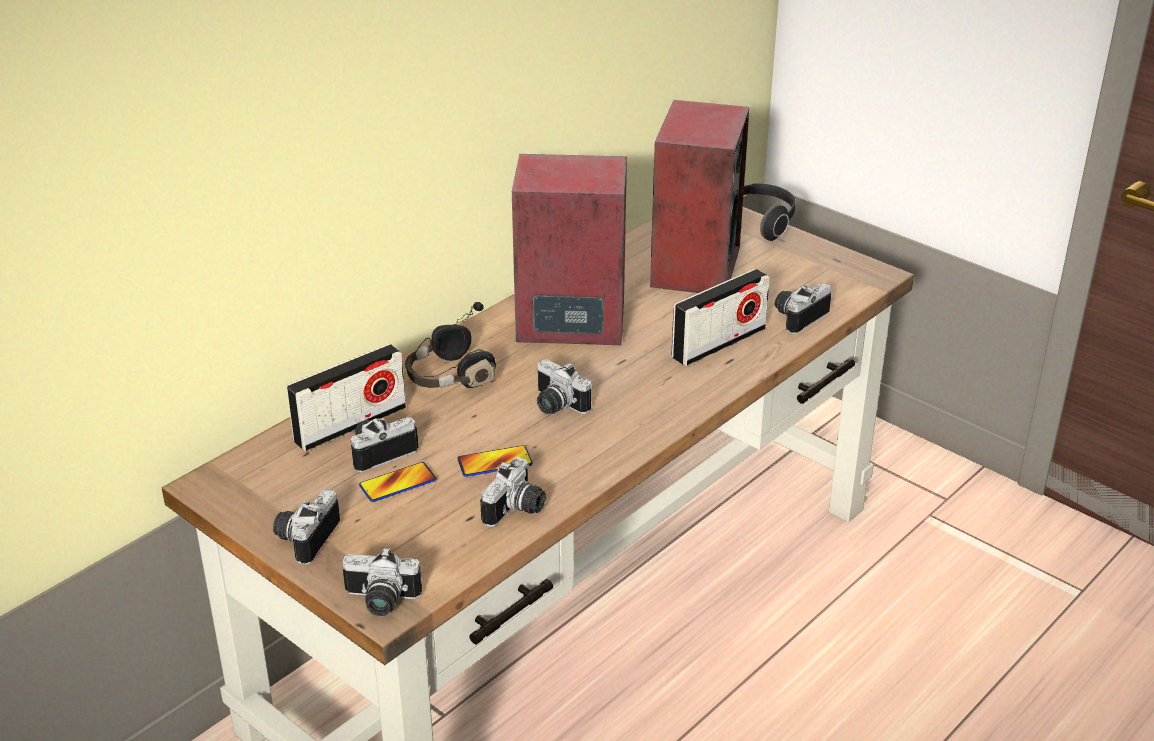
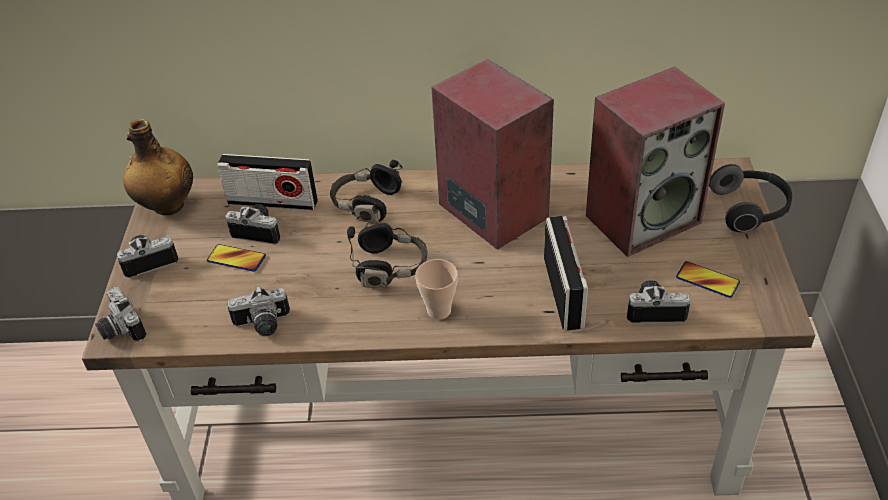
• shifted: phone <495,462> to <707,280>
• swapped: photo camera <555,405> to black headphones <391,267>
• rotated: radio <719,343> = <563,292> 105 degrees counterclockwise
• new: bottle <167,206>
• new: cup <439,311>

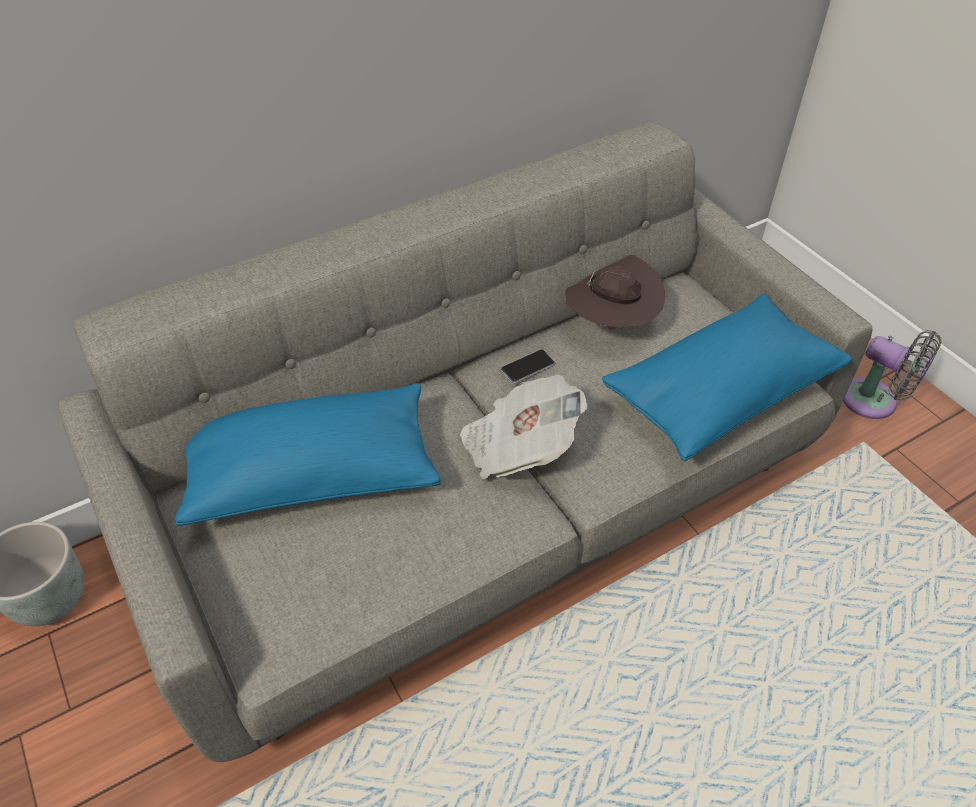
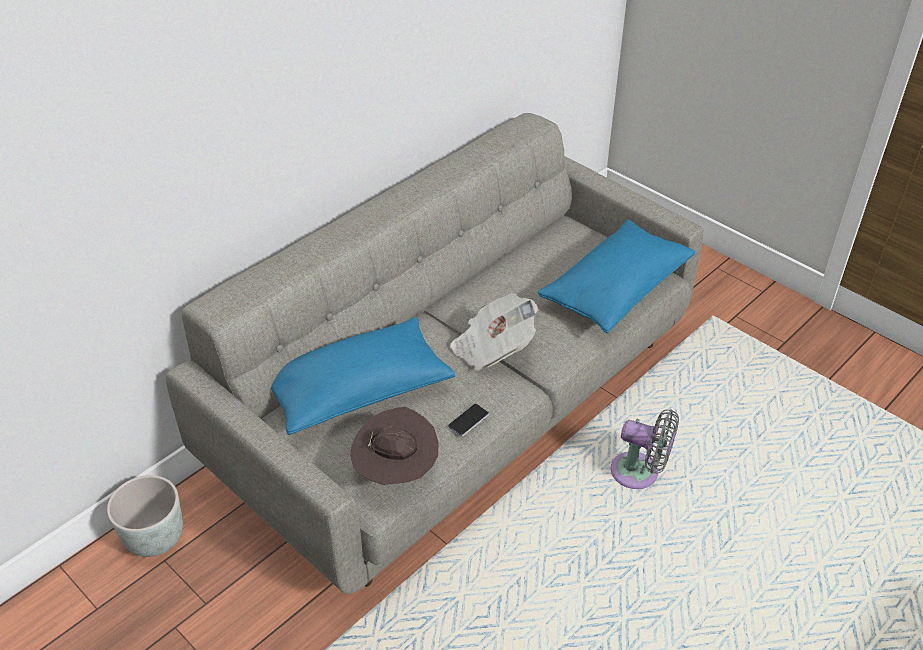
• shifted: phone <528,367> to <468,420>
• shifted: brown hat <611,324> to <396,471>
• shifted: grey fan <874,402> to <639,473>

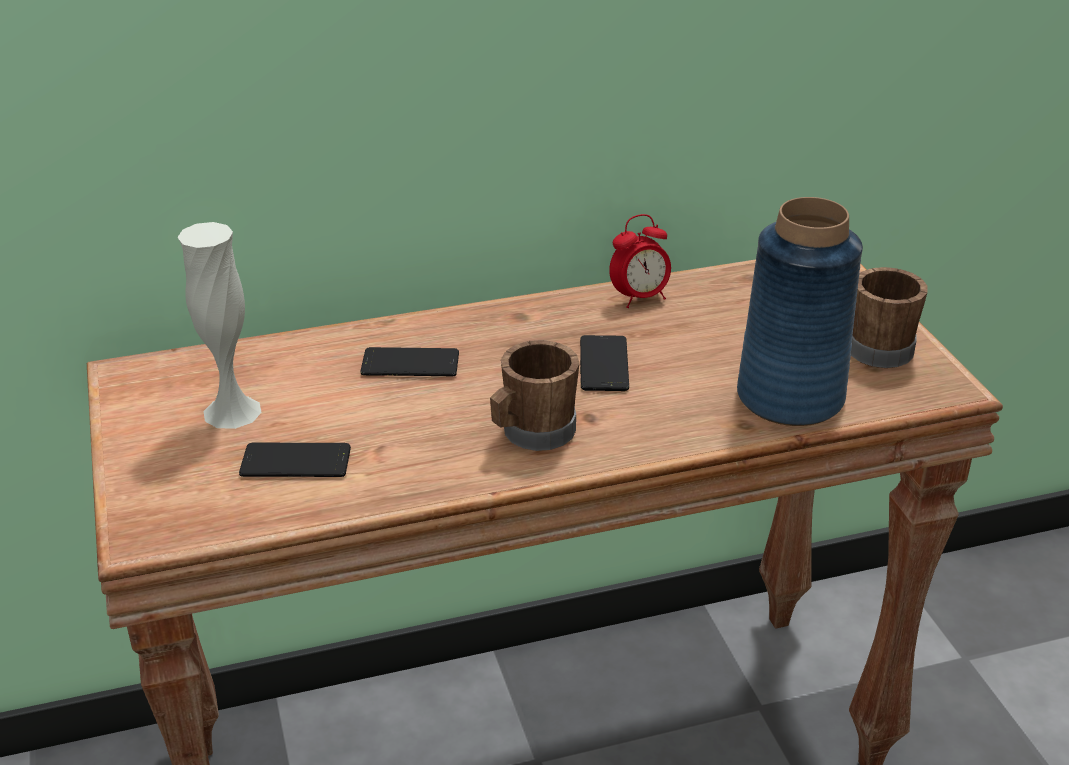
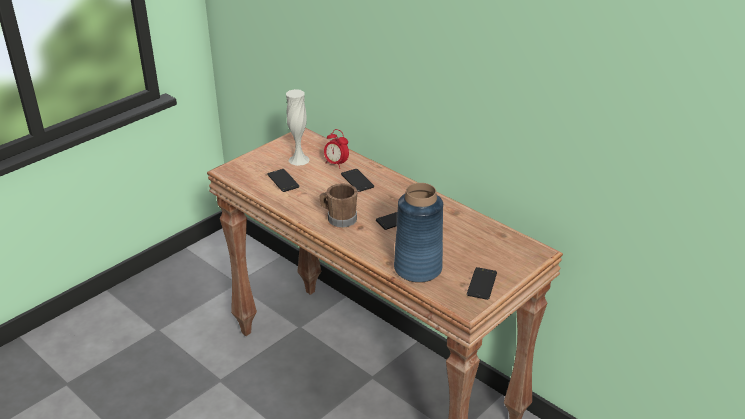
• shifted: alarm clock <639,298> to <336,164>
• swapped: brown mug <884,347> to phone <482,284>

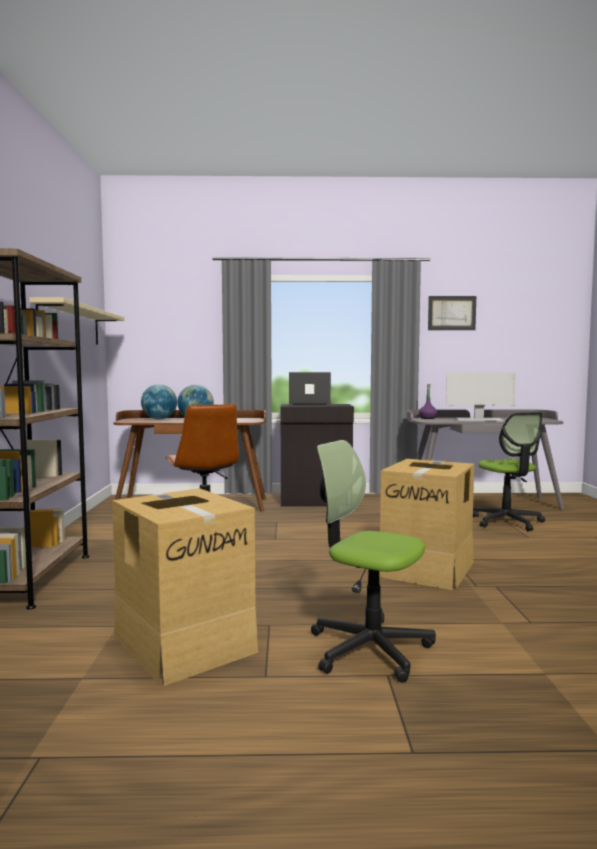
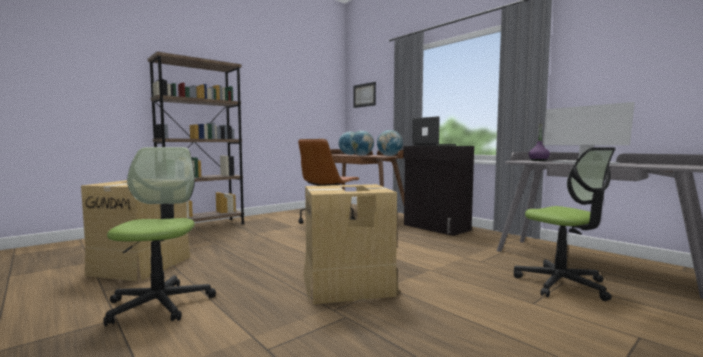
• gone: beige shelf <70,324>
• shifted: picture <451,313> to <364,95>
• rotated: office chair <507,522> = <562,284> 60 degrees counterclockwise
• new: globe <389,155>

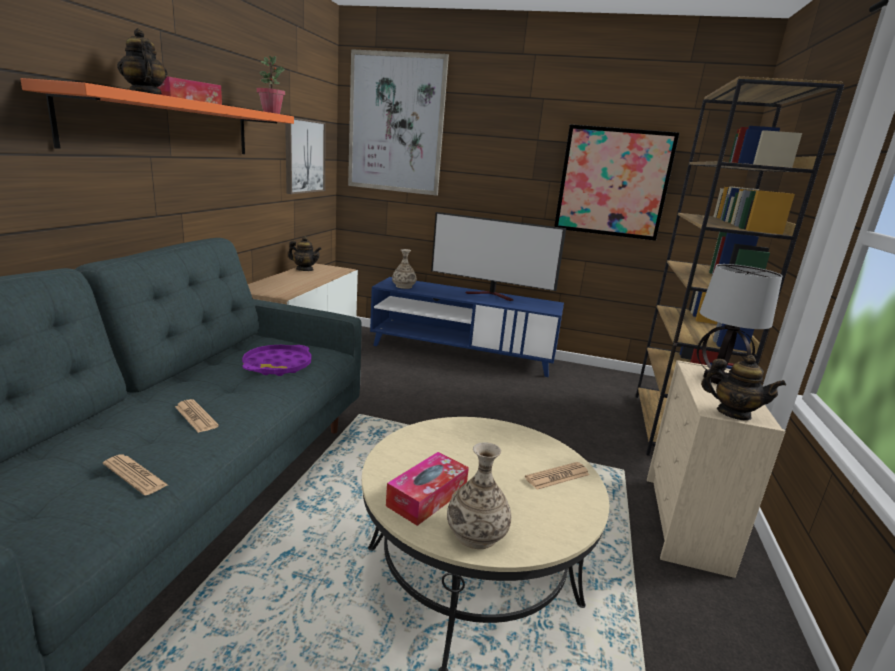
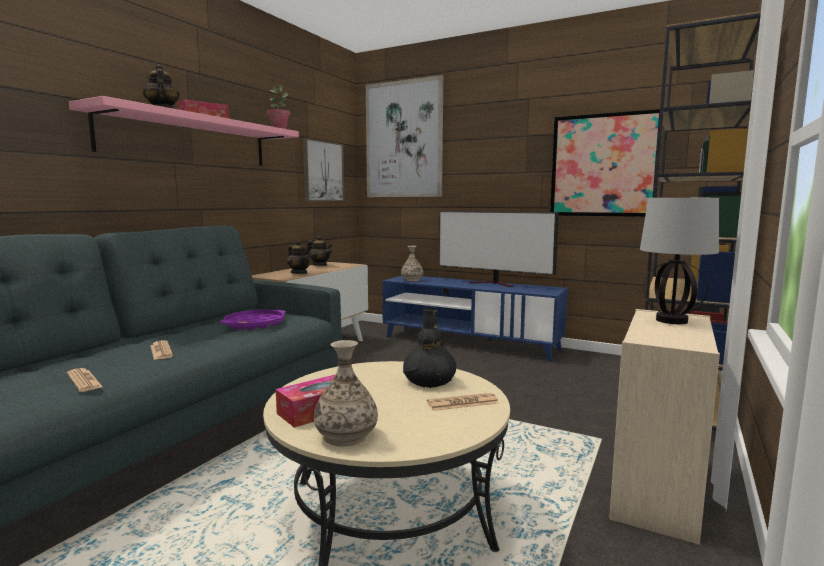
• repainted: orange shelf <167,126> to pink shelf <189,140>
• shifted: teapot <733,413> to <299,273>
• new: black vase <429,380>

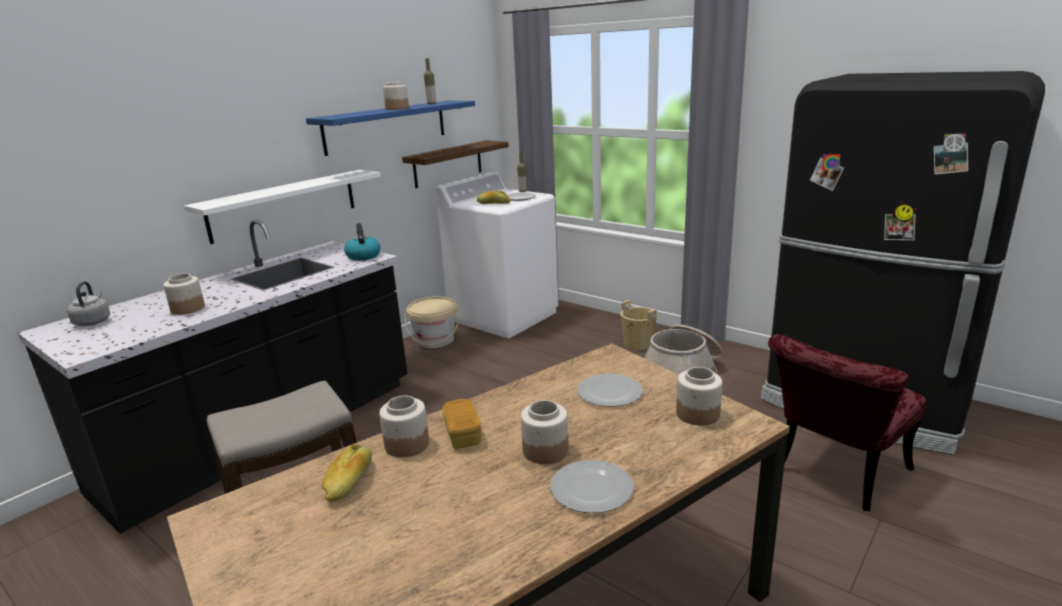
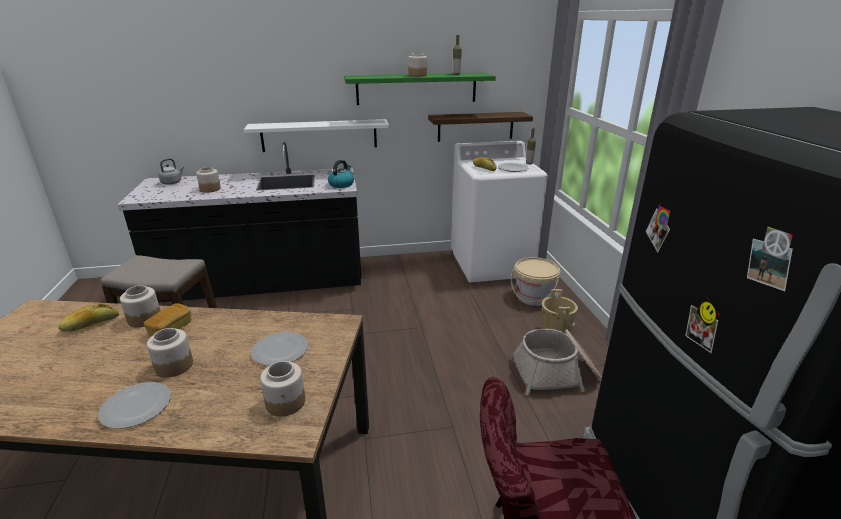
• repainted: blue shelf <386,126> to green shelf <416,88>
• shifted: beige bucket <435,340> to <533,297>

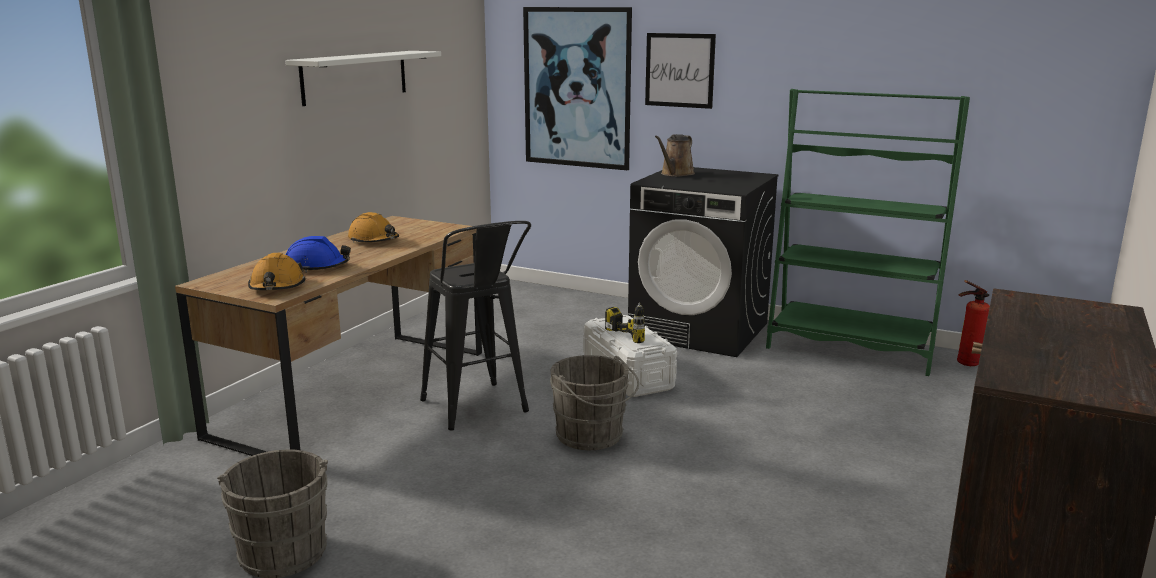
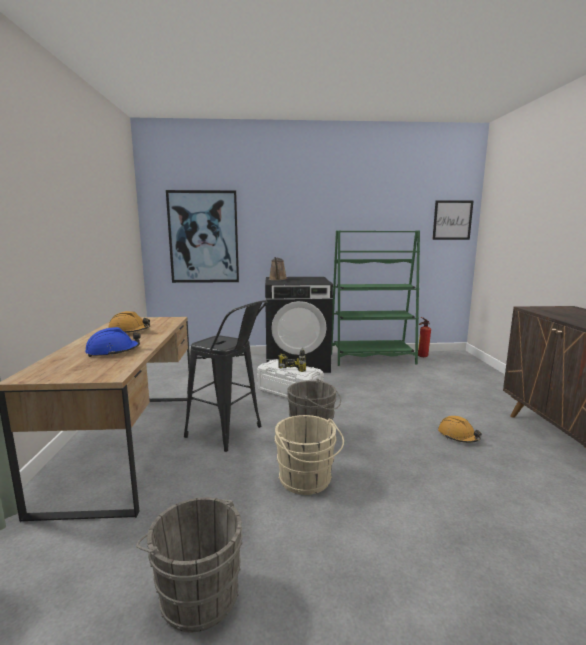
• shifted: orange hard hat <277,287> to <458,436>
• gone: white shelf <355,76>
• shifted: picture <679,70> to <452,220>
• new: beige bucket <306,481>

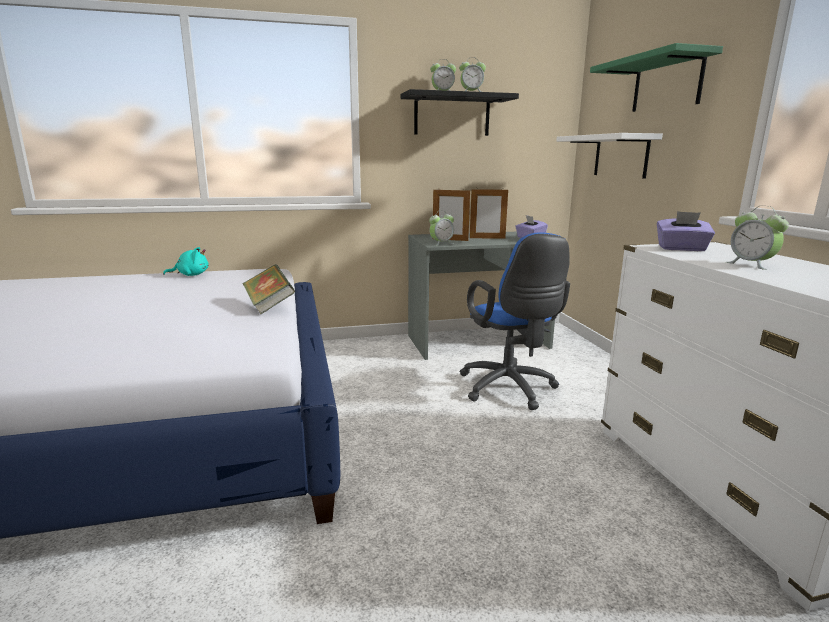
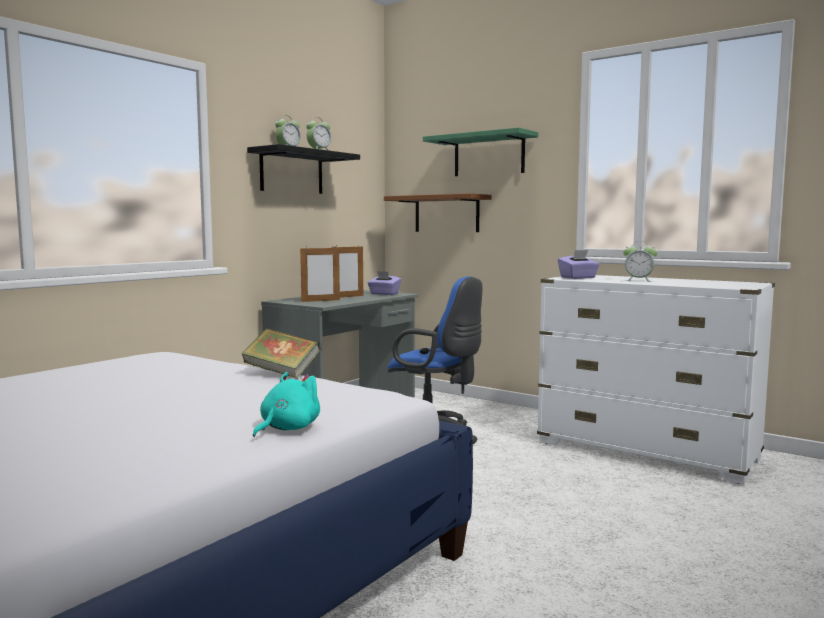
• shifted: turquoise plush toy <191,275> to <287,428>
• gone: alarm clock <441,243>
• repainted: white shelf <621,156> to brown shelf <446,214>

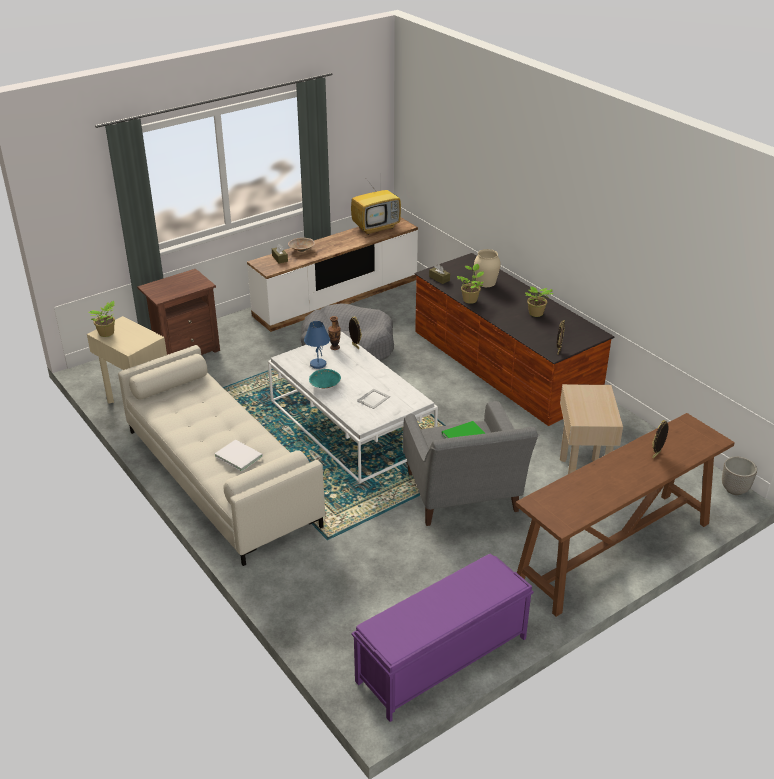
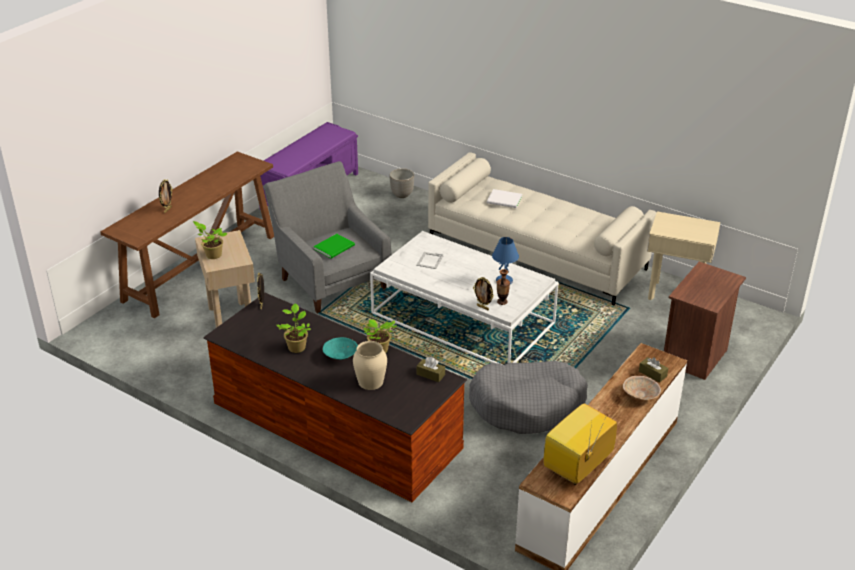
• shifted: potted plant <107,333> to <212,255>
• shifted: turquoise bowl <325,386> to <340,355>
• shifted: planter <734,490> to <402,195>

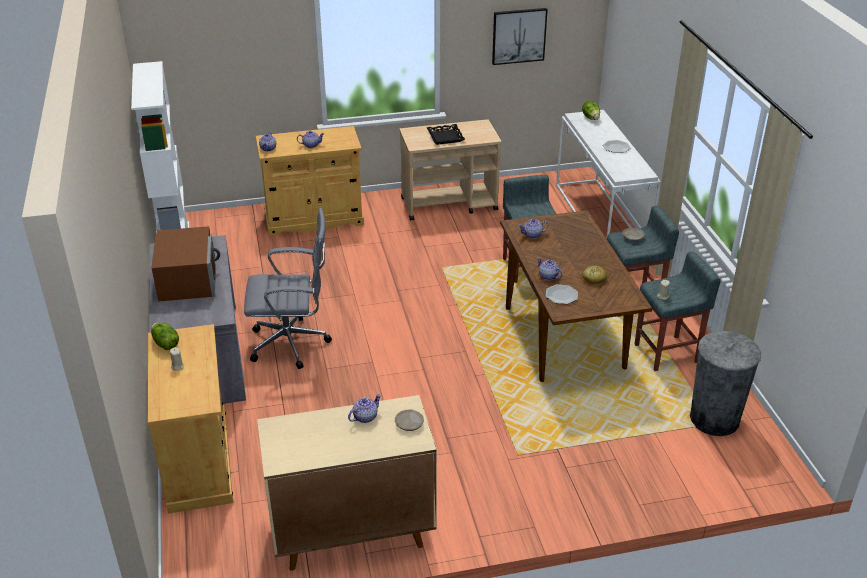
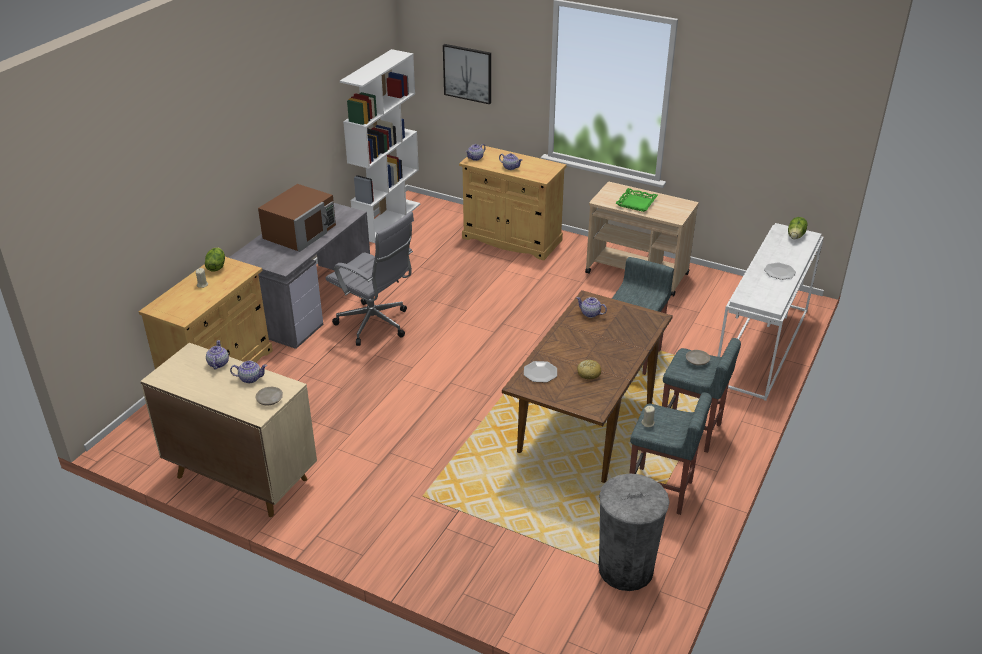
• repainted: black tray <445,137> to green tray <636,203>
• shifted: picture <518,36> to <468,73>
• shifted: teapot <548,276> to <218,364>

